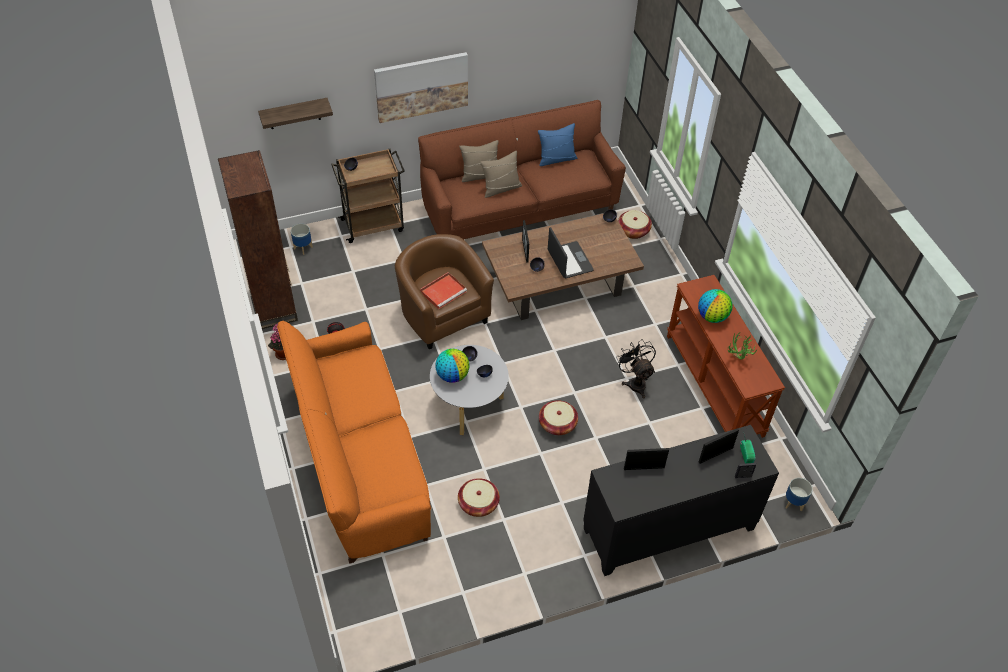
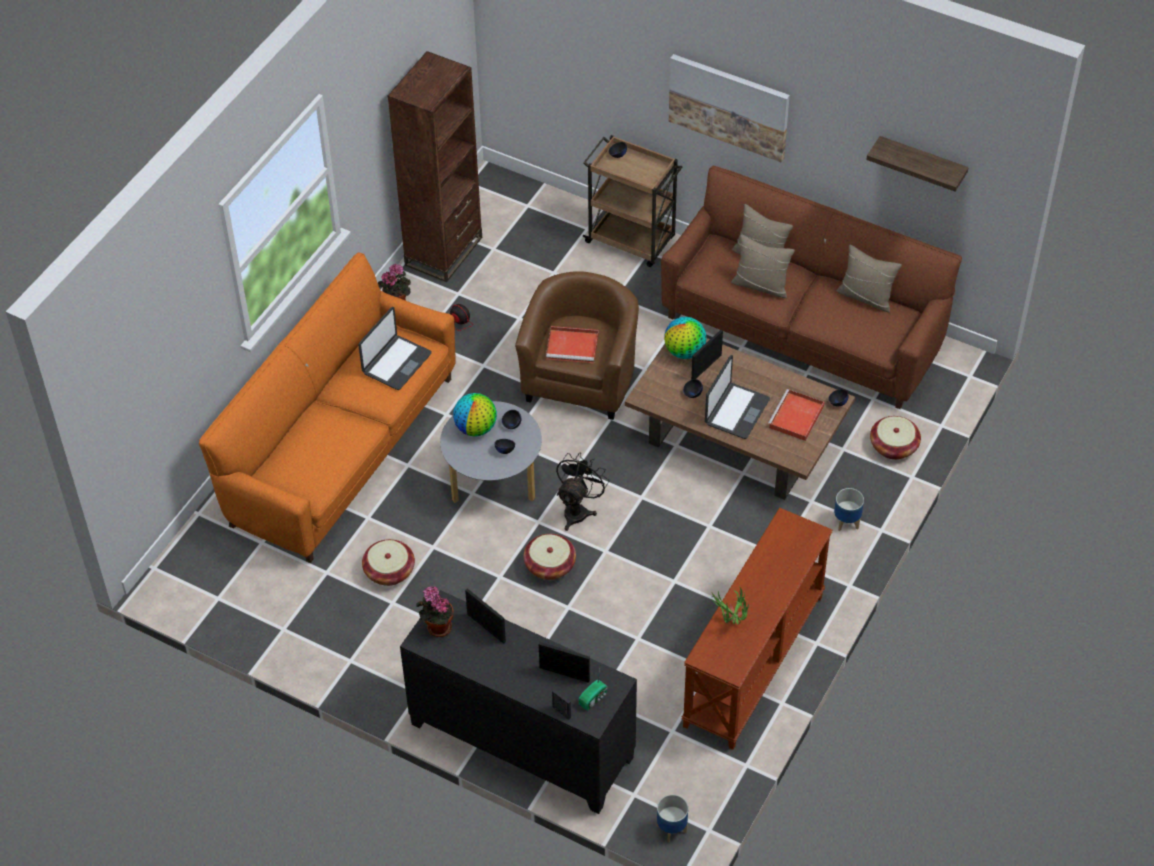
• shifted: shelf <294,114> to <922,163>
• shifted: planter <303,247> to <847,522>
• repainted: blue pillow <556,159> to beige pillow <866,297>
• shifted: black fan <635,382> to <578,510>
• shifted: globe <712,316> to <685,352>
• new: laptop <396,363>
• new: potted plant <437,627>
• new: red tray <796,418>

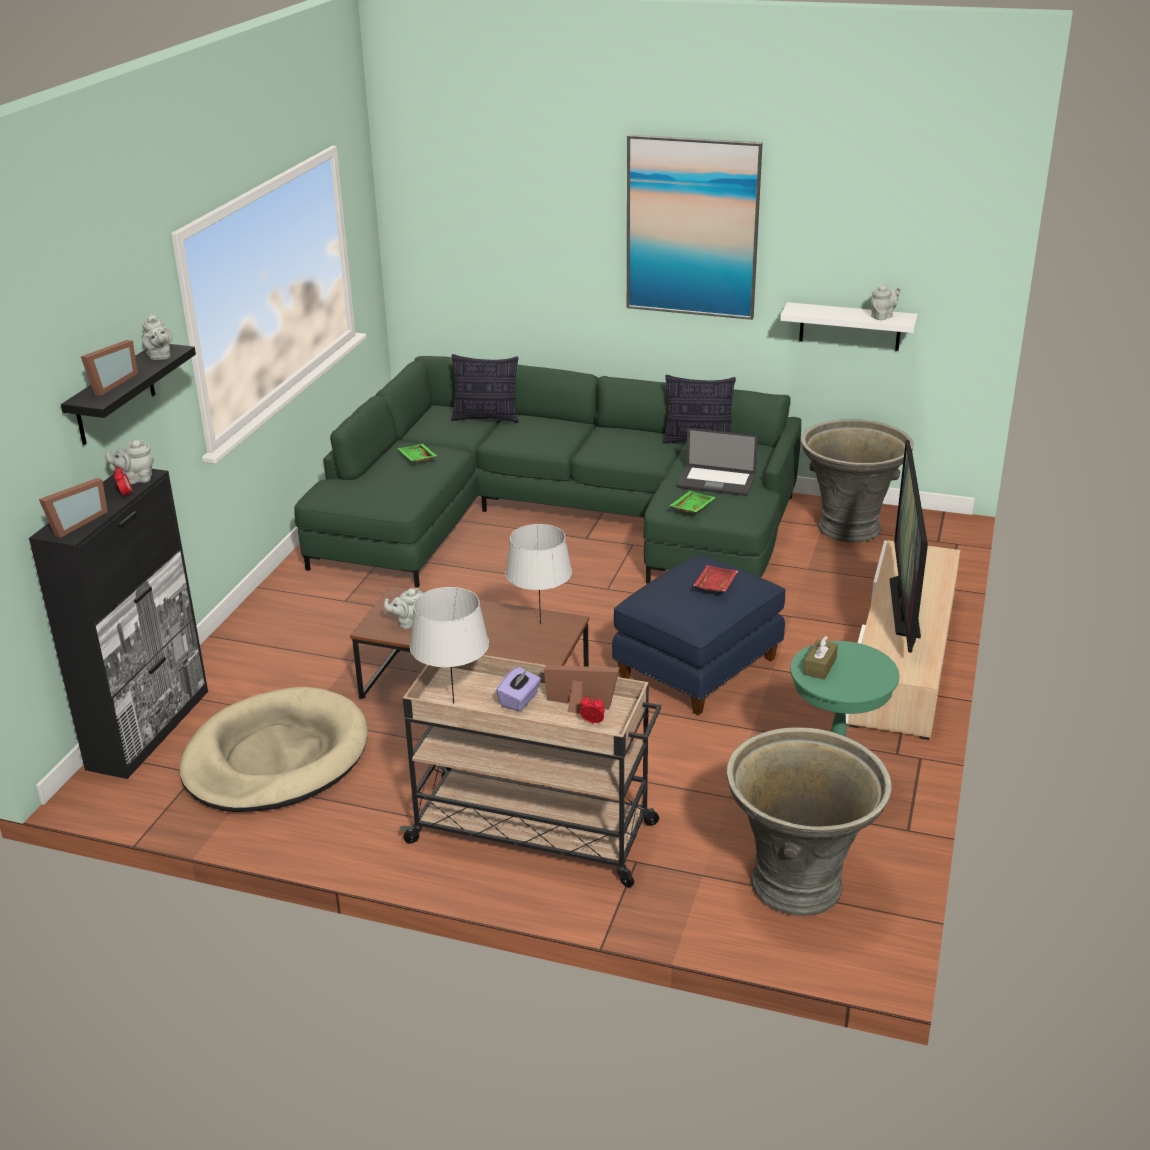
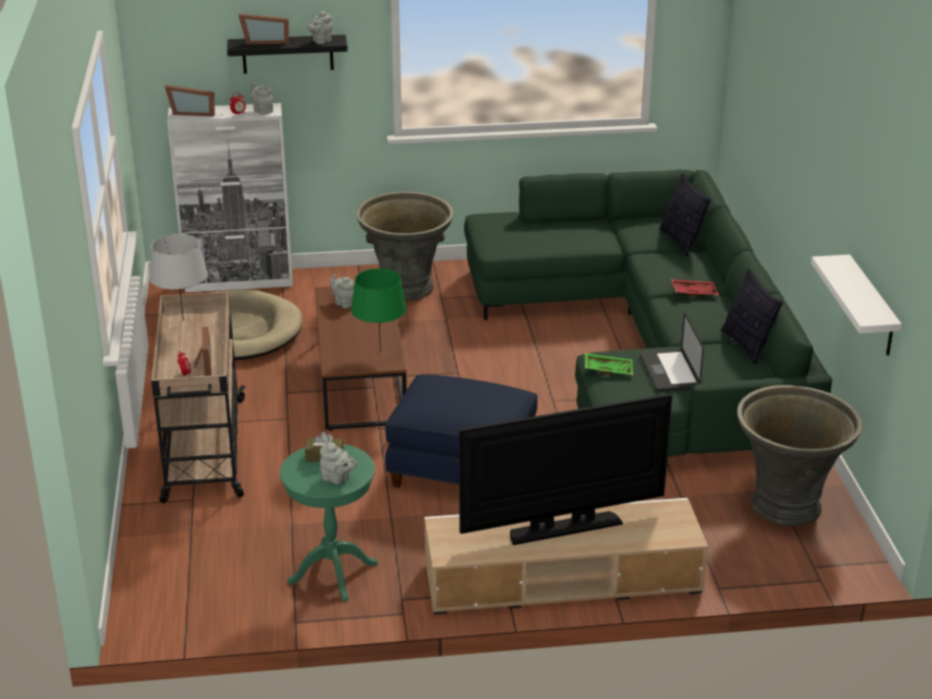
• repainted: black cabinet <149,729> to white cabinet <240,281>
• gone: green tray <416,458>
• gone: purple tissue box <519,700>
• repainted: grey table lamp <540,623> to green table lamp <380,352>
• gone: picture <692,227>
• shifted: red tray <714,585> to <694,292>
• shifted: grey planter <799,885> to <406,288>
• shifted: grey teapot <883,316> to <337,479>

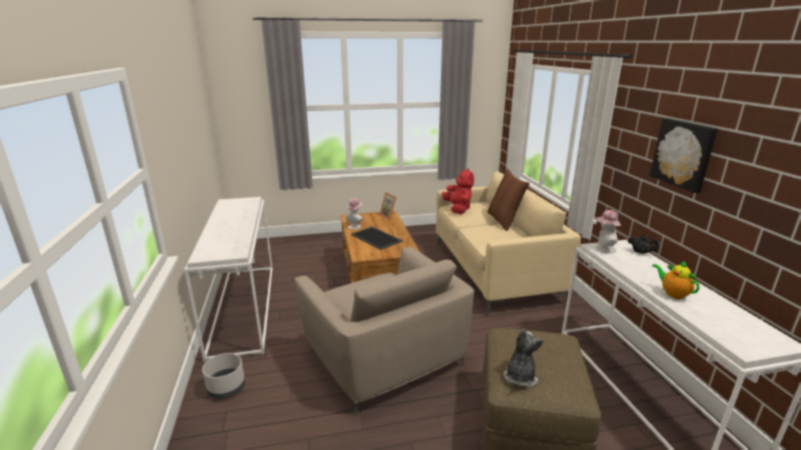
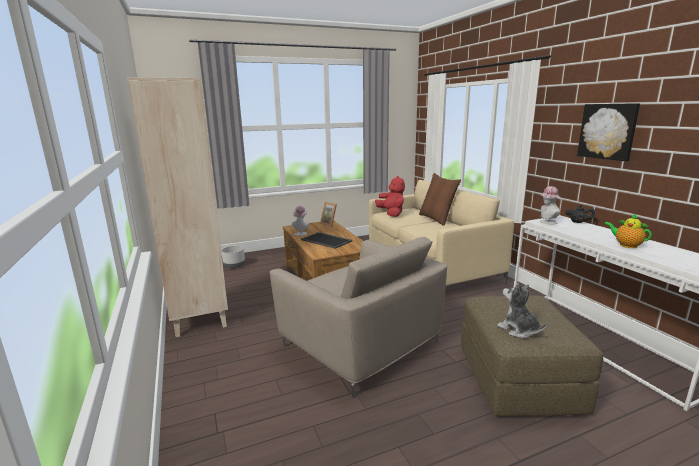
• swapped: white console table <242,307> to beige bookcase <199,318>
• shifted: grey planter <226,388> to <234,265>
• rotated: plush toy <520,376> = <518,330> 45 degrees counterclockwise

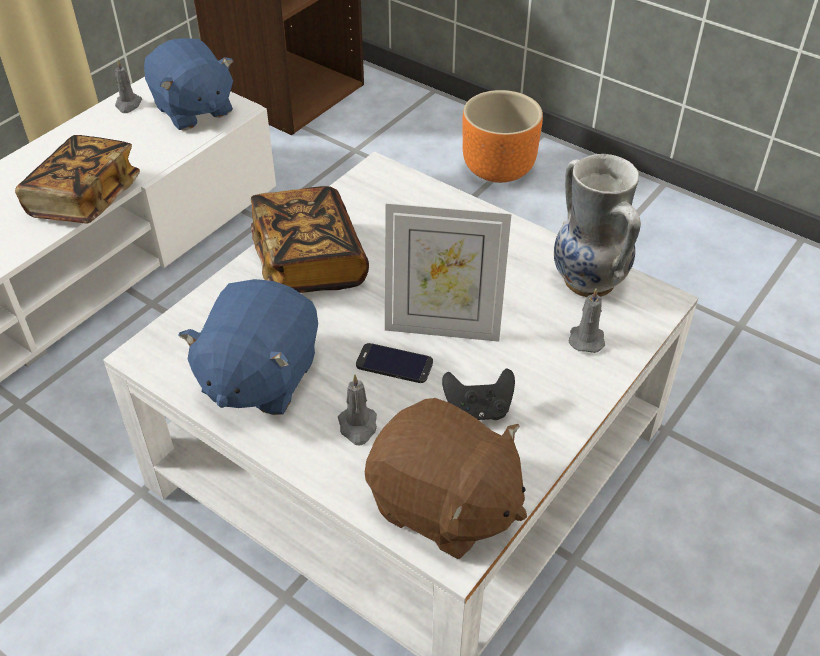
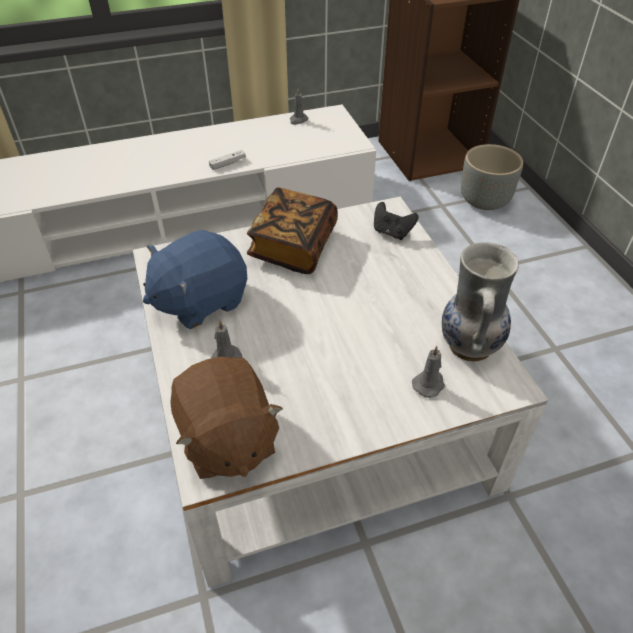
• swapped: book <84,199> to white game controller <227,163>
• gone: blue plush toy <193,110>
• gone: phone <394,363>
• gone: picture frame <442,327>
• shifted: black game controller <478,409> to <392,232>
• gone: orange planter <498,168>
• new: grey planter <483,200>

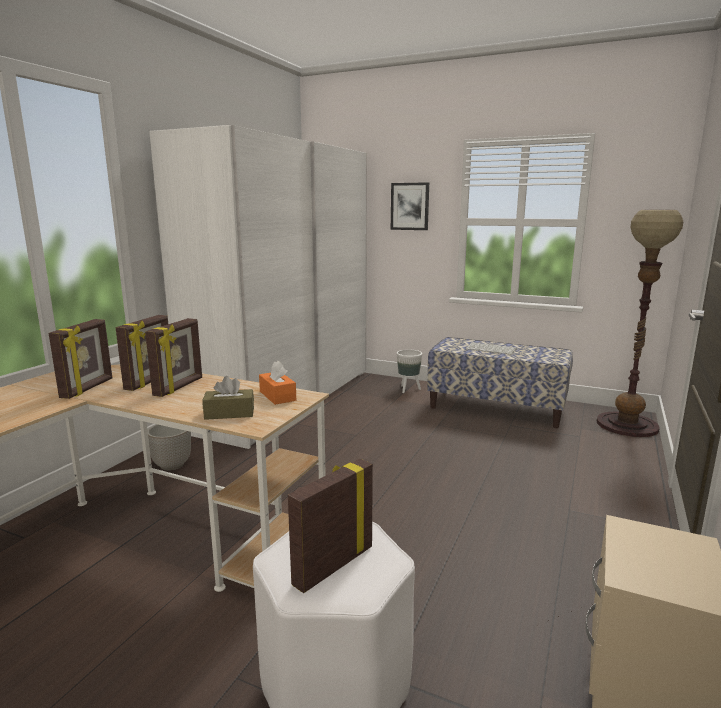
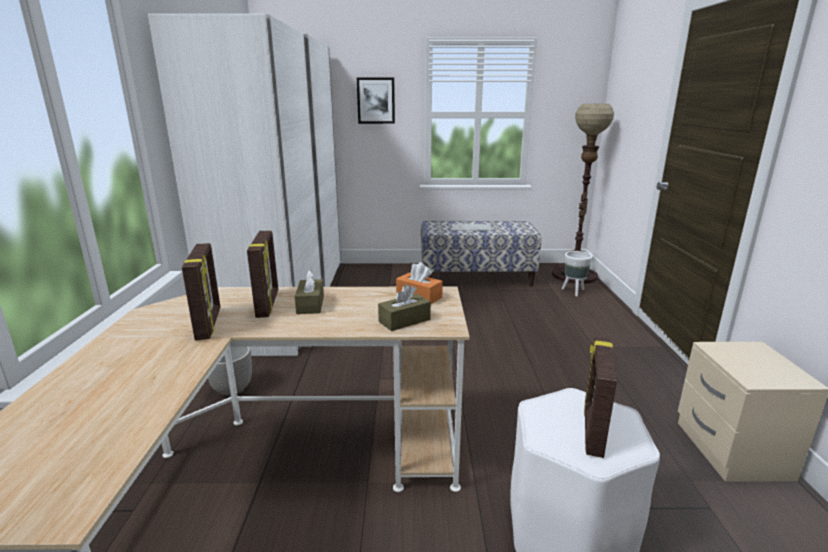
• swapped: picture frame <179,387> to brown tissue box <310,304>
• shifted: white planter <408,389> to <574,291>

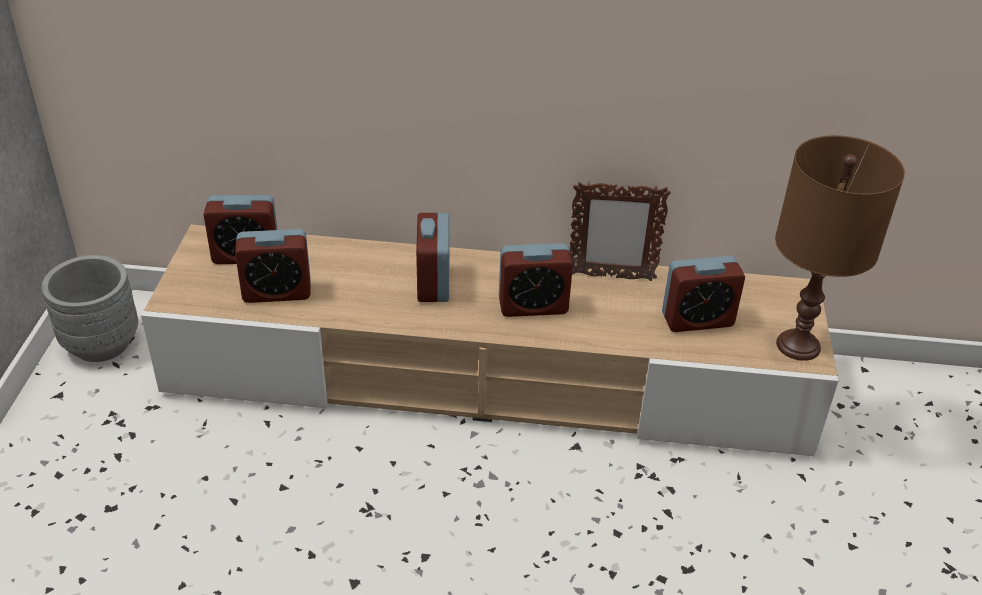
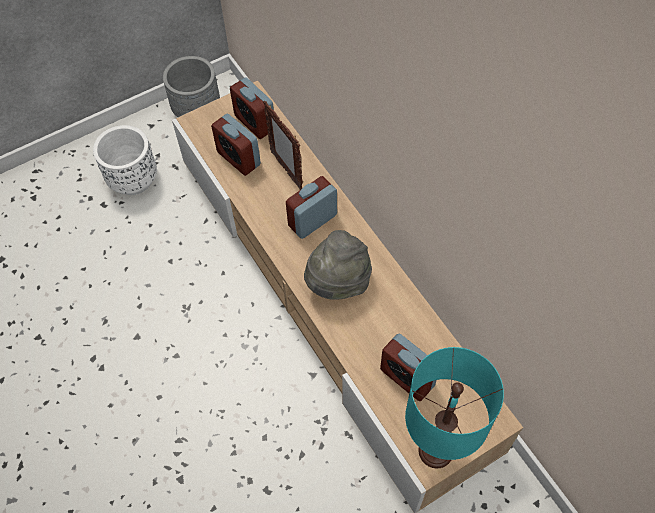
• swapped: alarm clock <533,306> to grey hat <338,282>
• shifted: picture frame <610,276> to <286,170>
• repainted: brown table lamp <797,345> to turquoise table lamp <435,450>
• new: white planter <133,180>

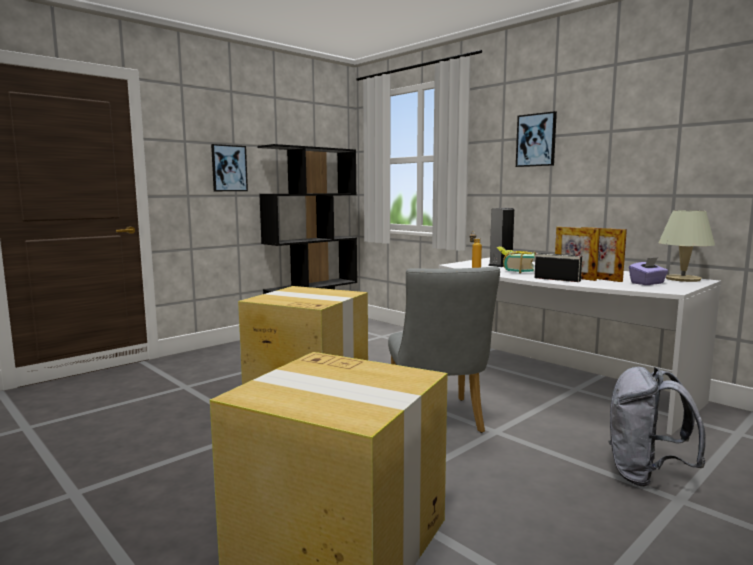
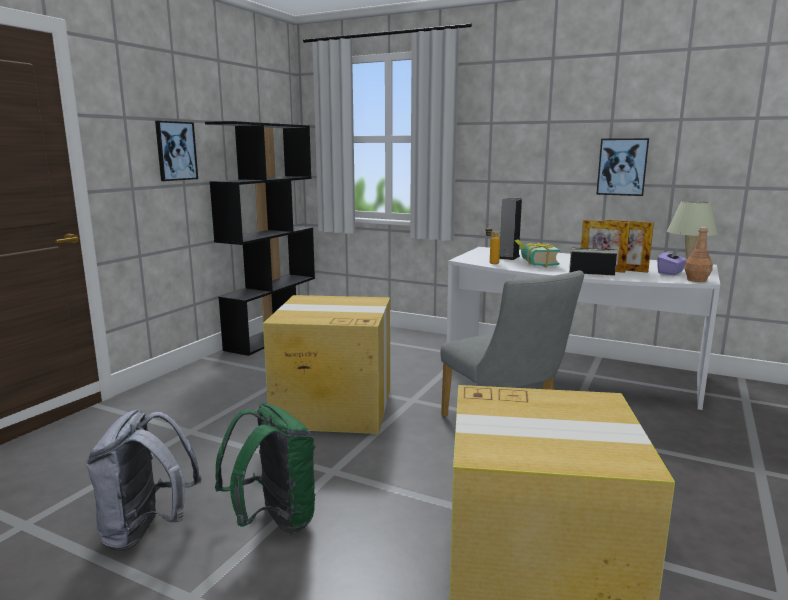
• shifted: picture <536,140> to <622,167>
• shifted: grey backpack <645,475> to <147,531>
• new: green backpack <274,521>
• new: brown bottle <696,280>

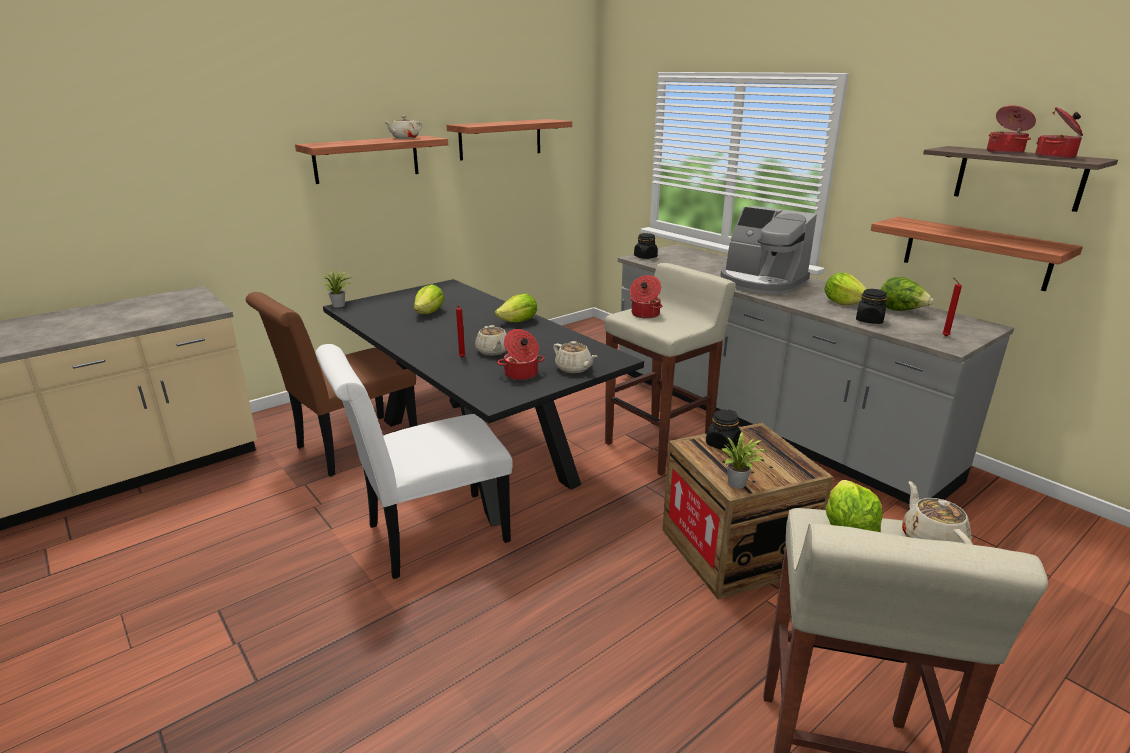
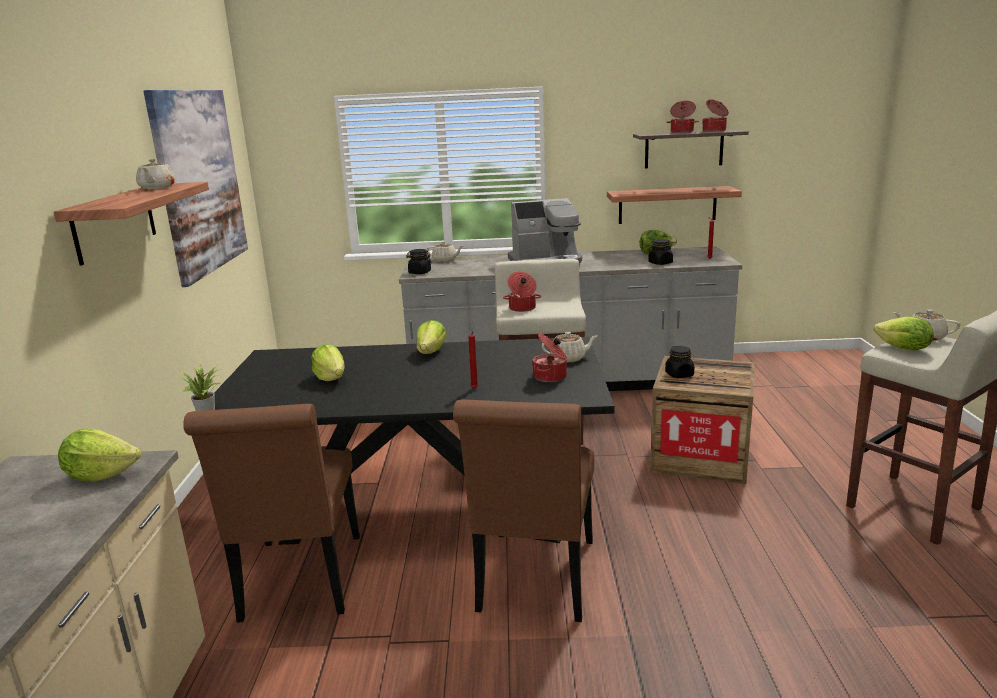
• repainted: white chair <428,536> to brown chair <535,582>
• swapped: shelf <500,139> to picture <200,181>
• shifted: beige teapot <493,351> to <445,260>
• gone: potted plant <739,484>
• shifted: lettuce <843,303> to <101,475>

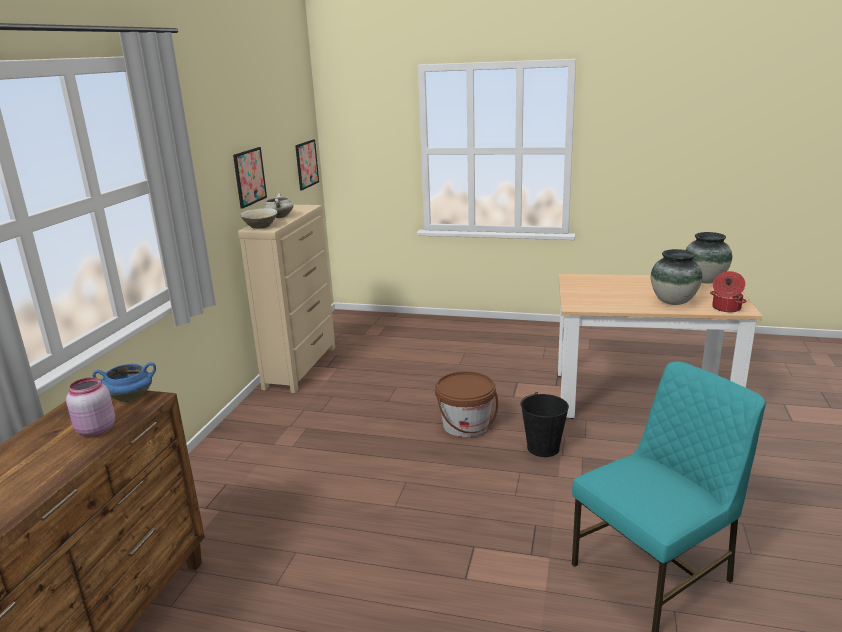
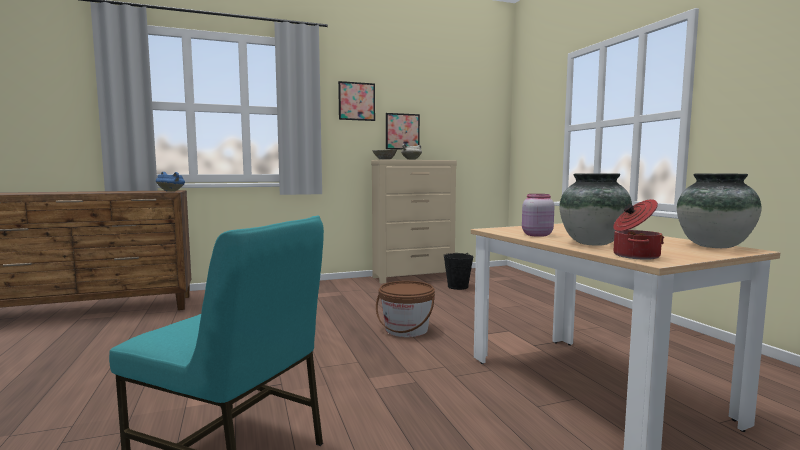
• shifted: pink jar <95,430> to <536,235>
• shifted: picture <306,164> to <356,101>
• shifted: black bucket <543,448> to <458,287>

